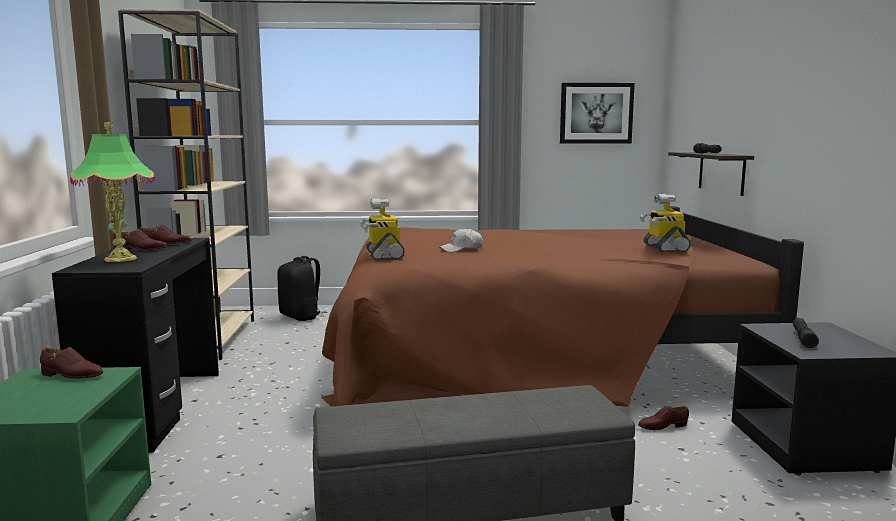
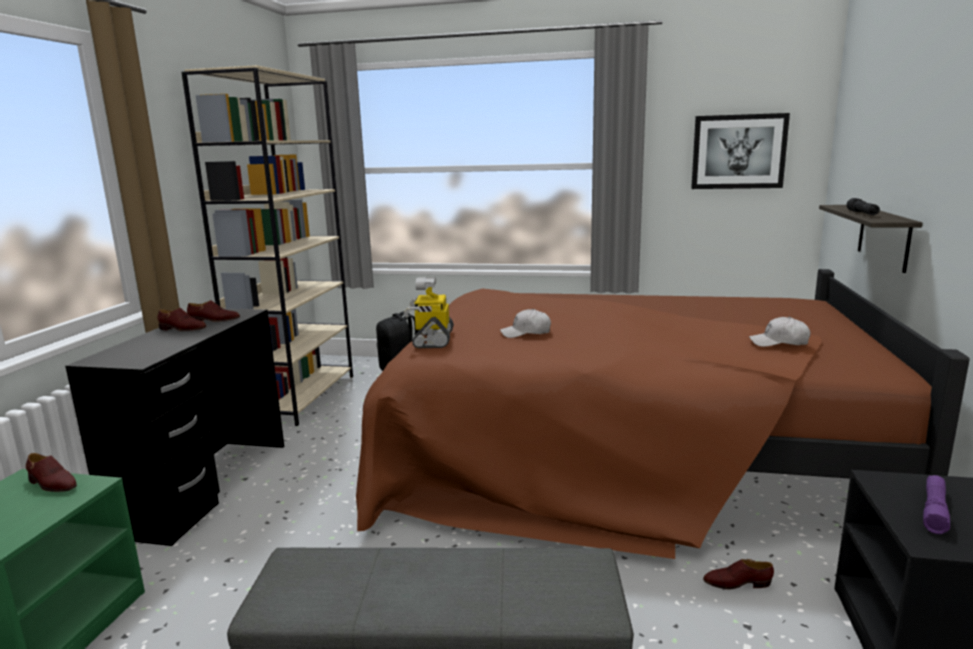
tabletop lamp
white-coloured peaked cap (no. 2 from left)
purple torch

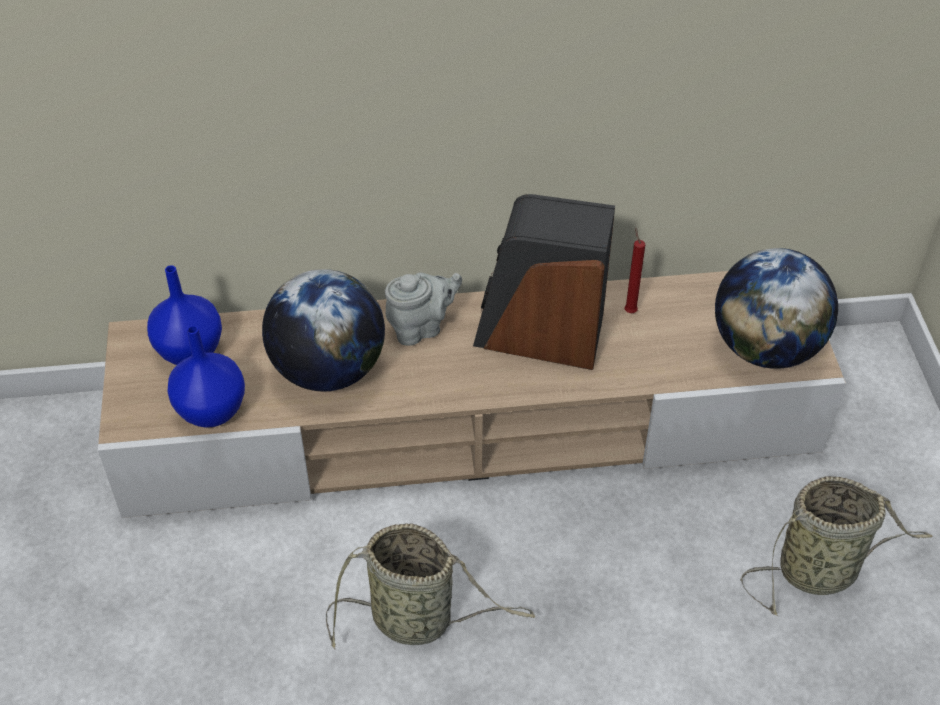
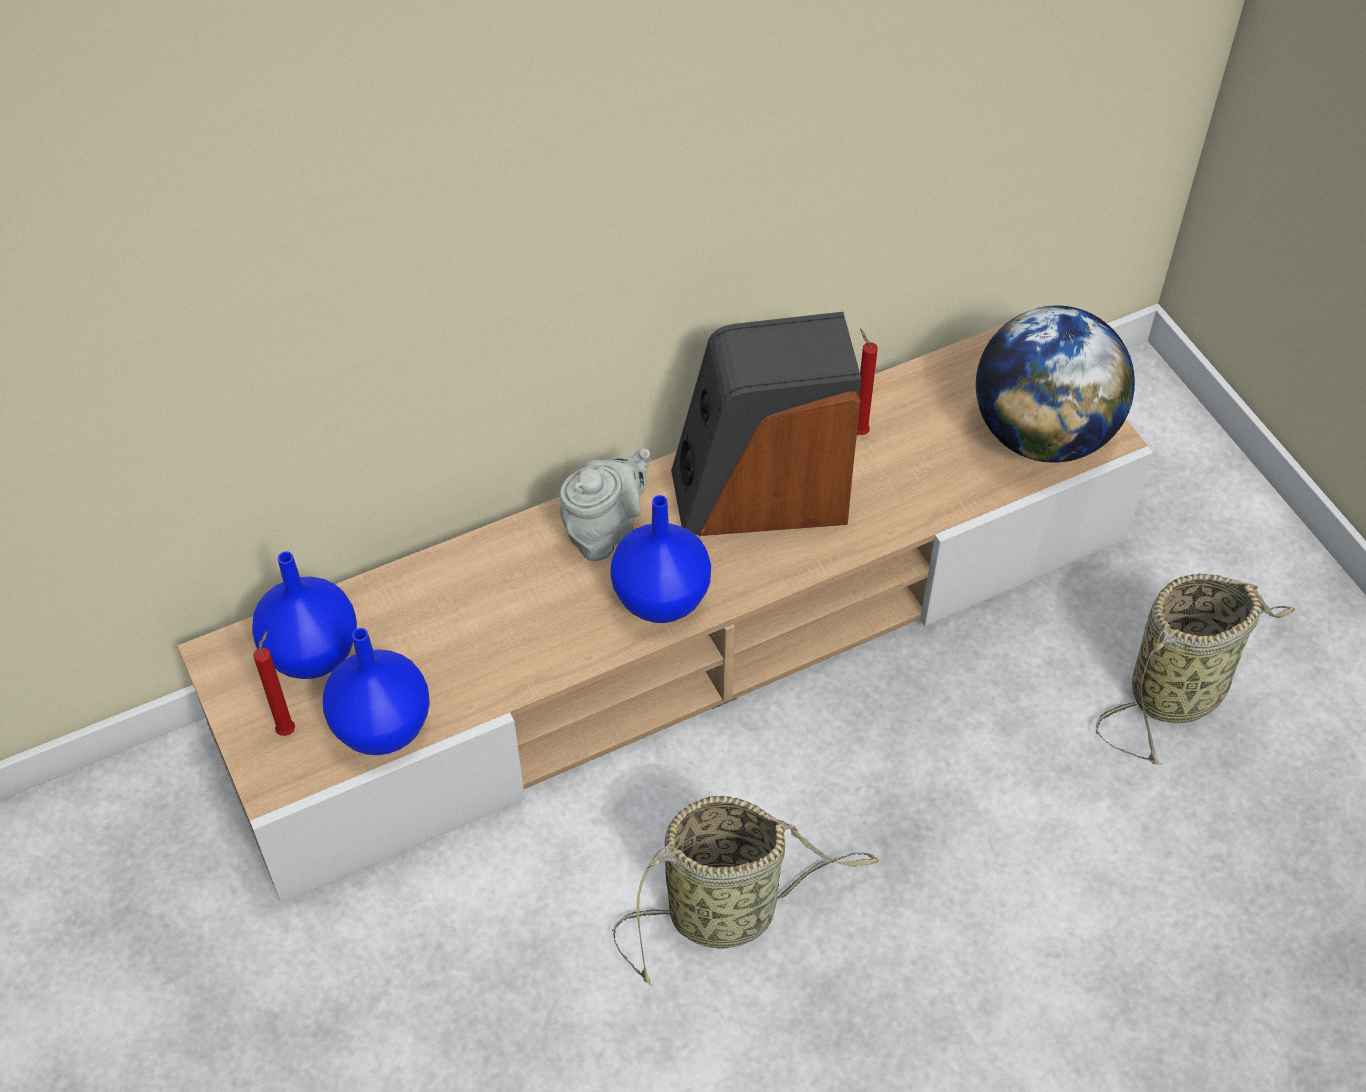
world globe (no. 1 from left in the first image)
reddish wax candle (no. 1 from left)
blue-coloured decorative vase (no. 3 from left)

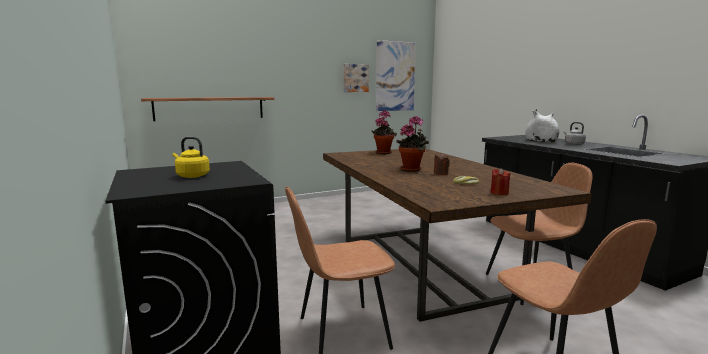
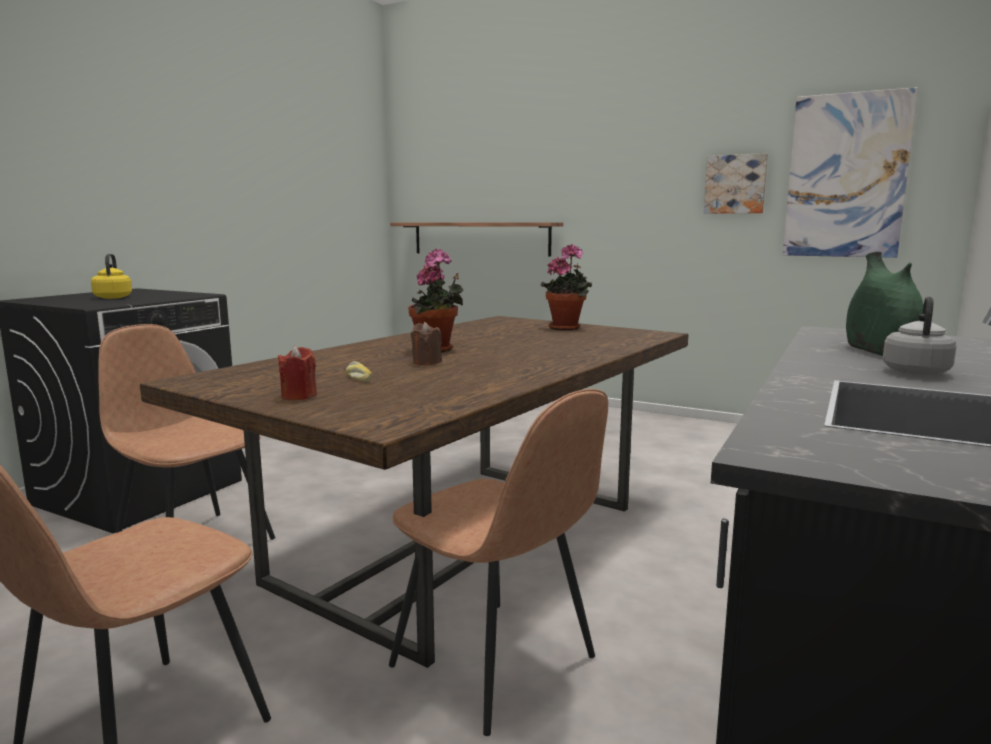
green decorative vase

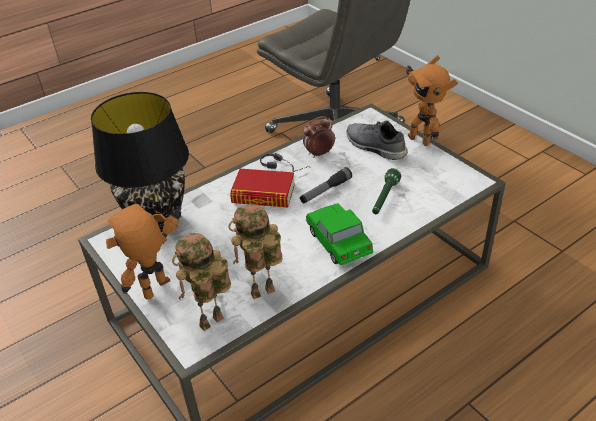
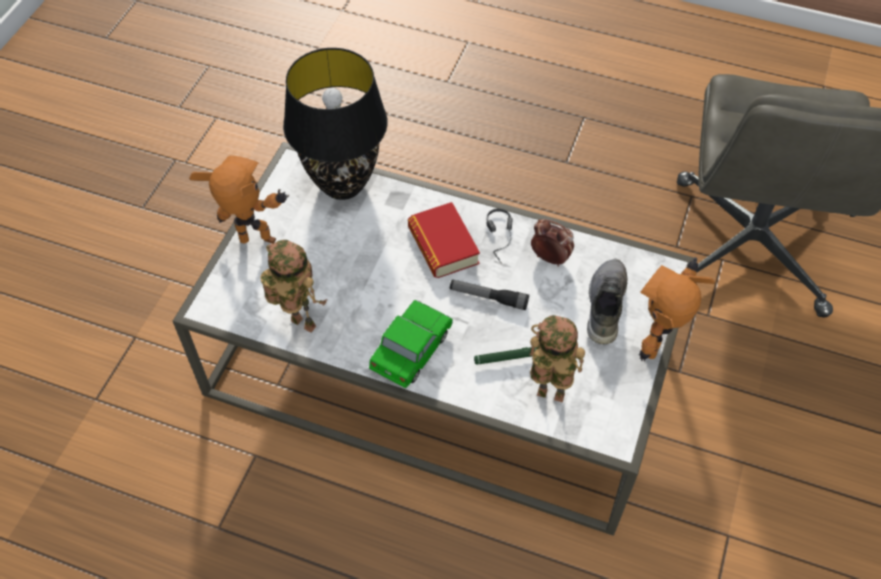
model robot (no. 3 from left)

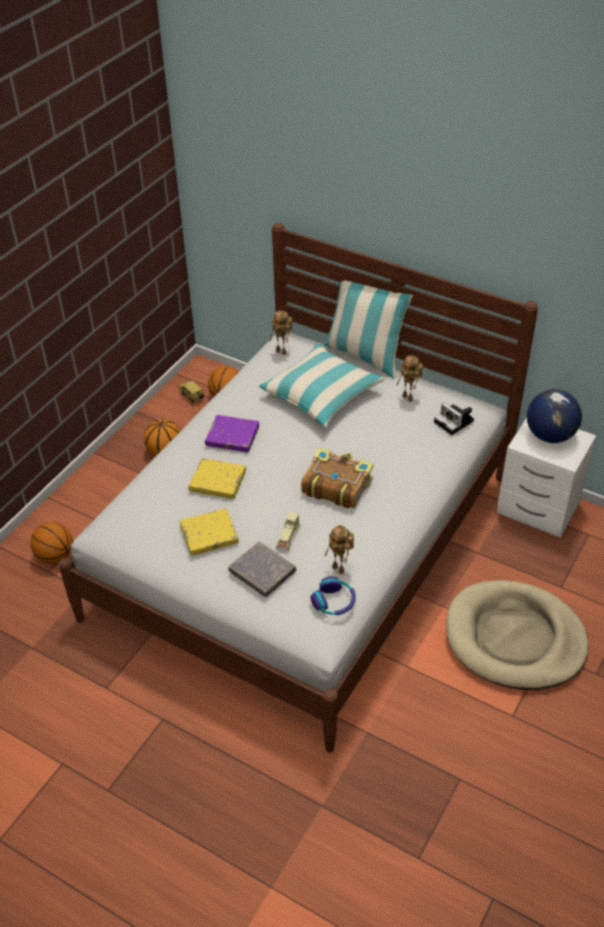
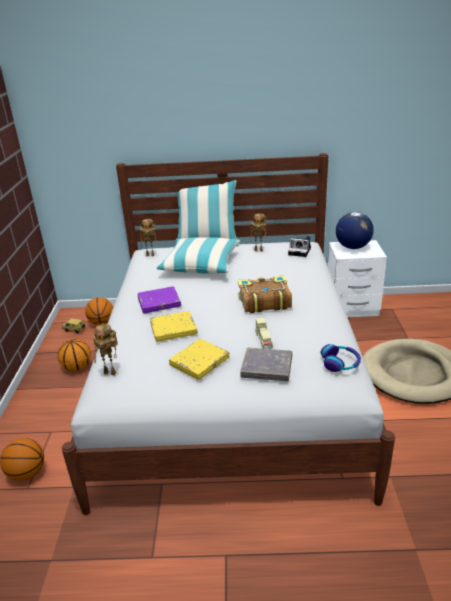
model robot (no. 1 from left)

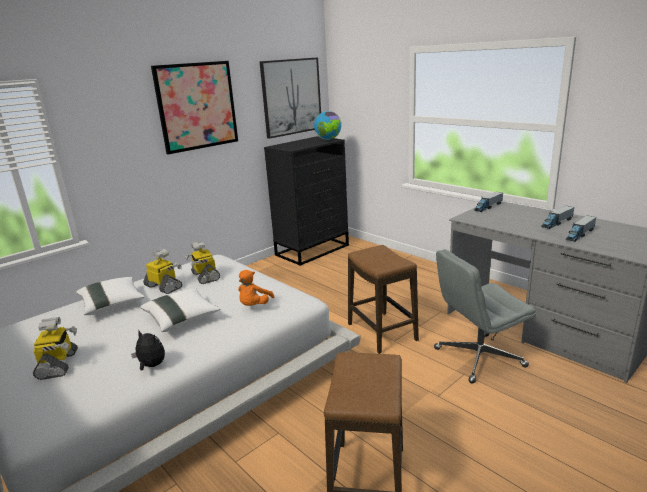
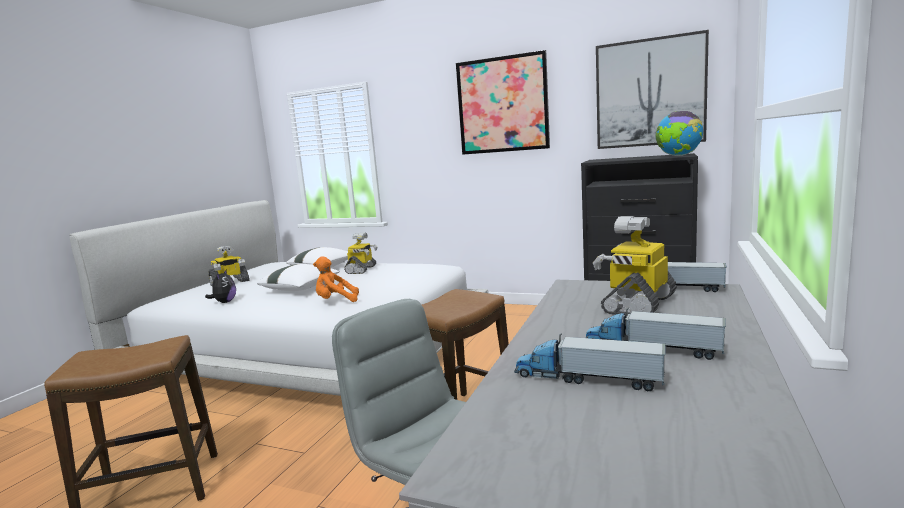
model robot (no. 3 from left)

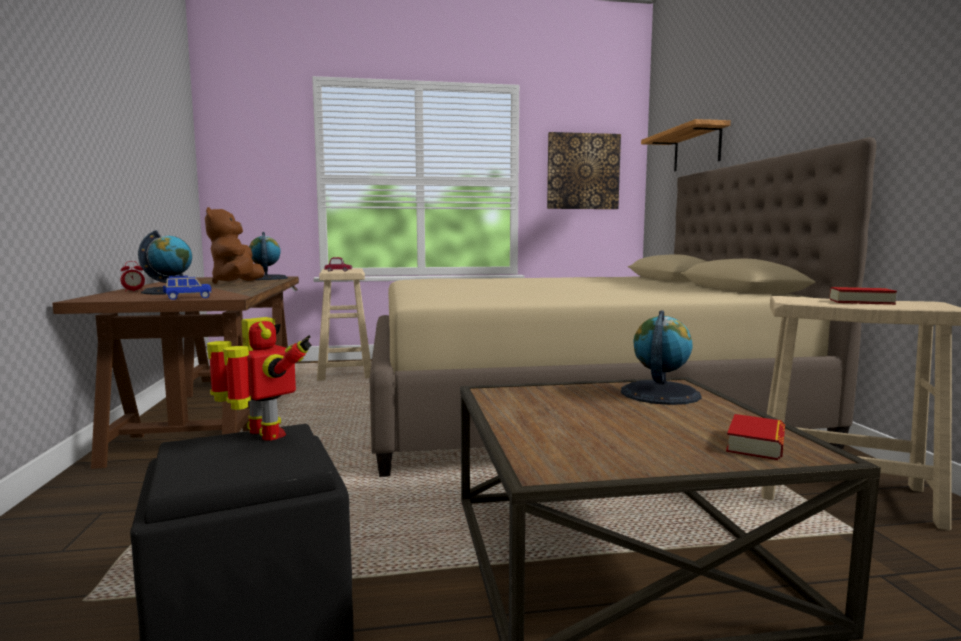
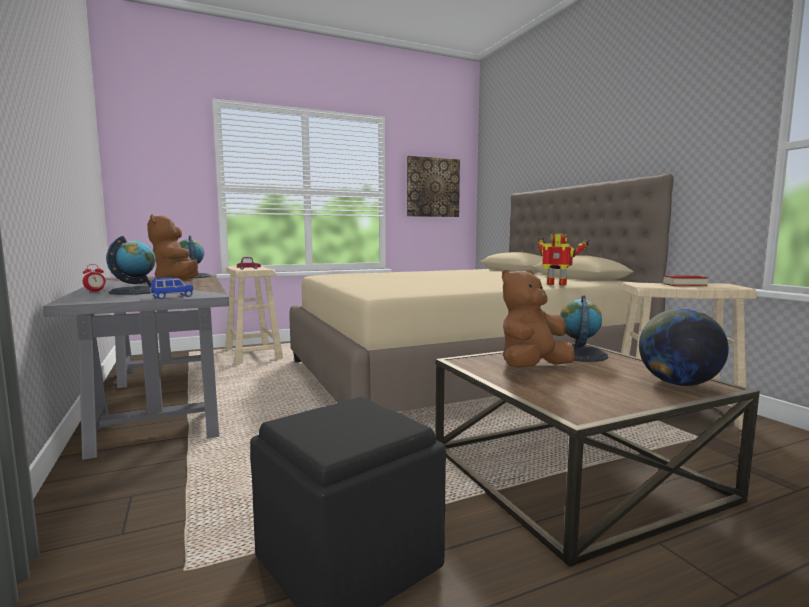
greyish desk
model robot
bracket shelf
world globe (no. 4 from left)
brownish soft toy (no. 2 from left)

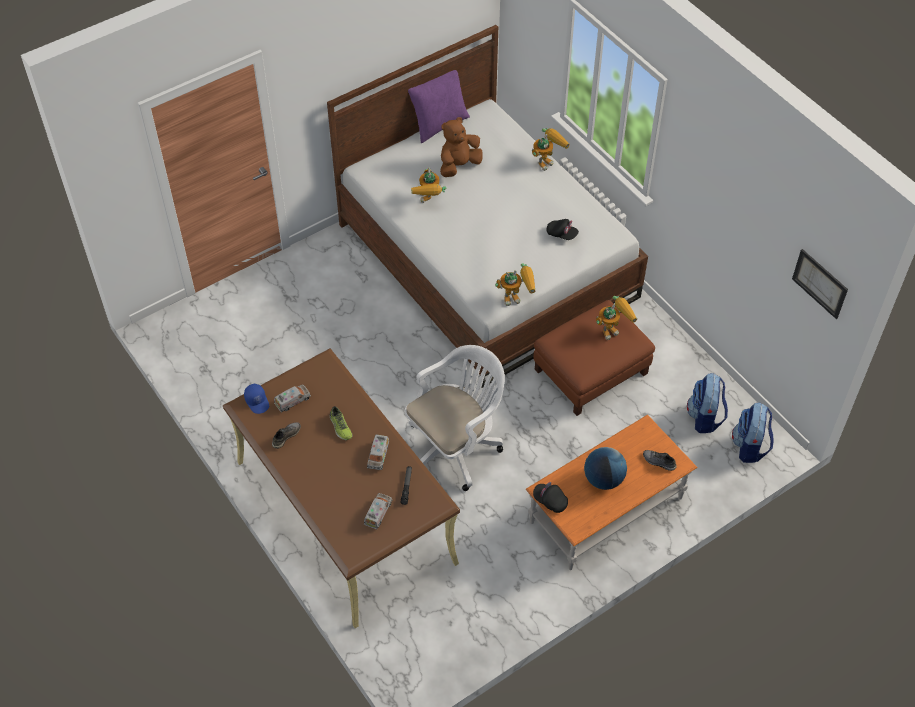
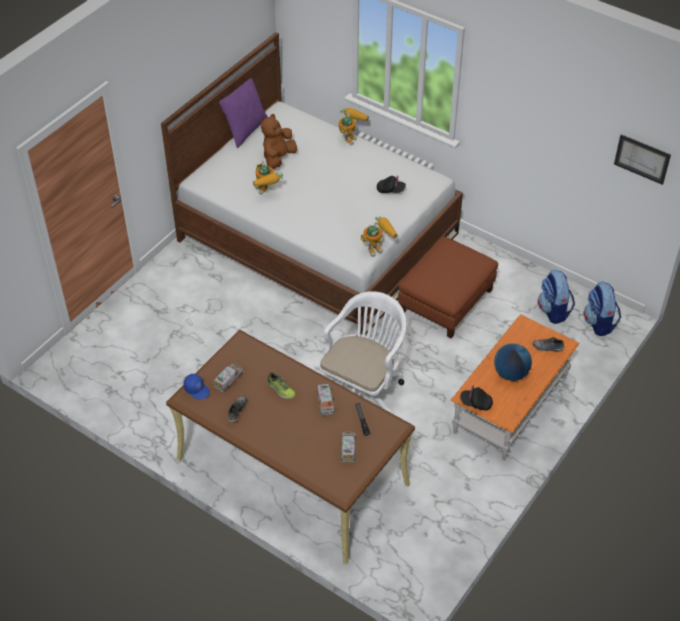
model robot (no. 4 from left in the first image)

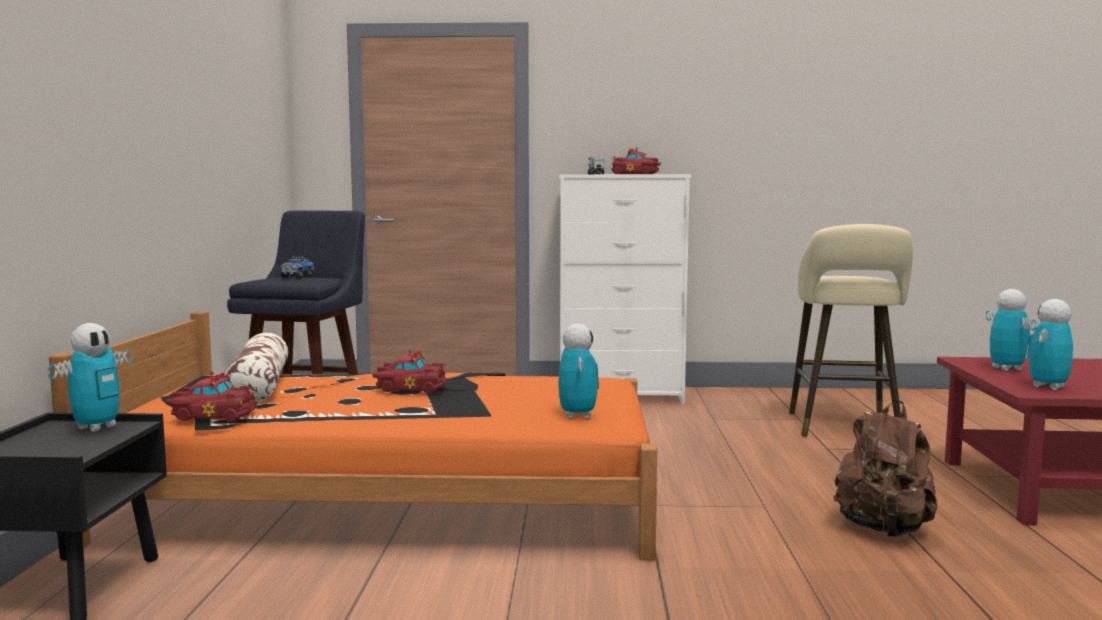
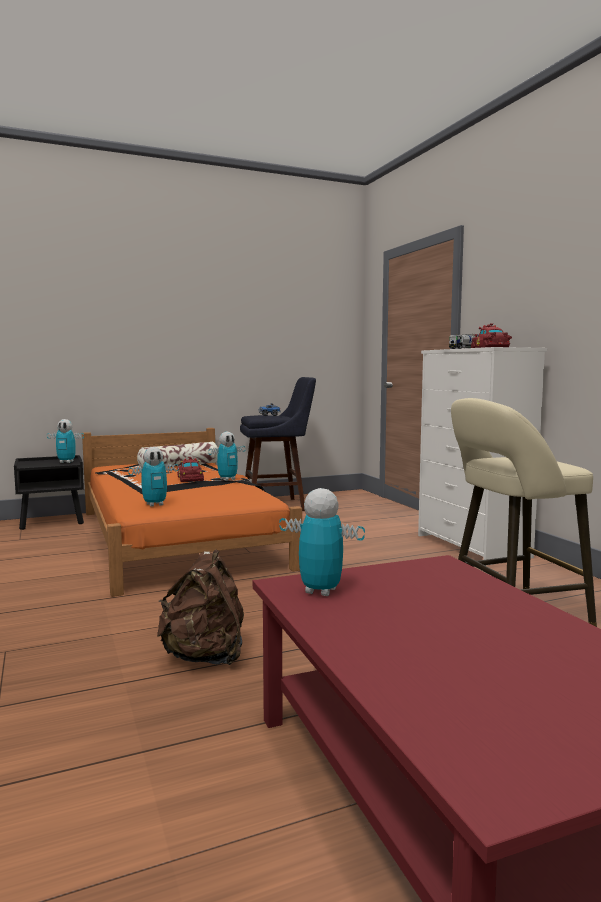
reddish miniature car (no. 1 from left in the first image)
model robot (no. 3 from left)

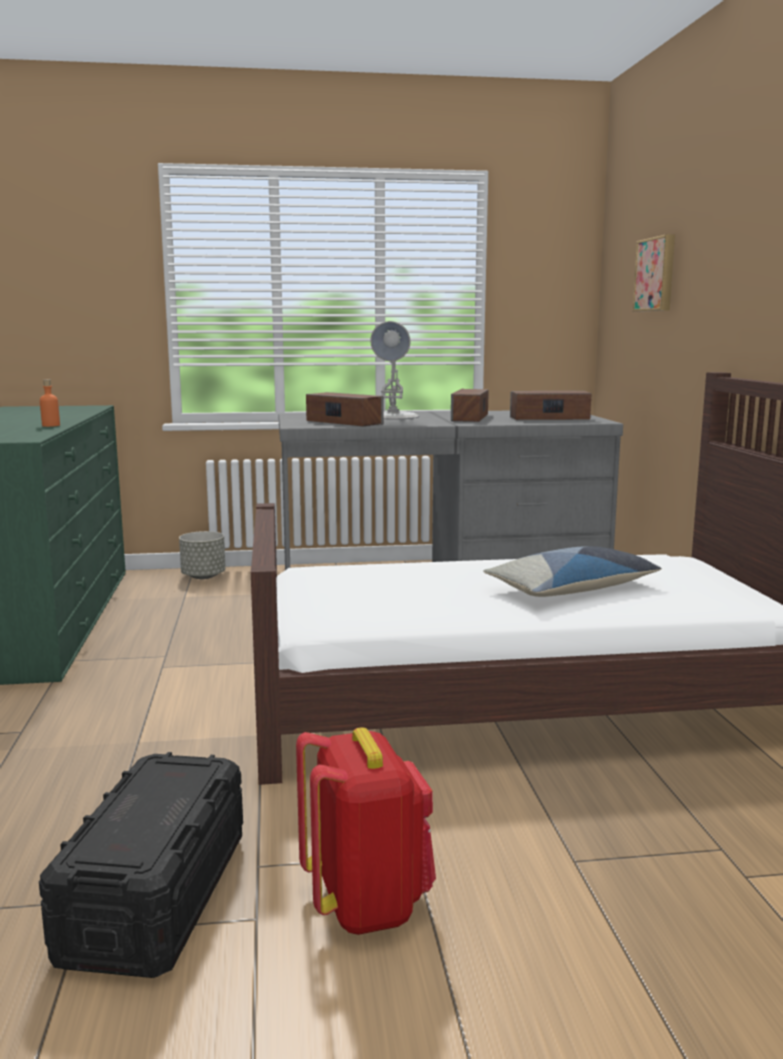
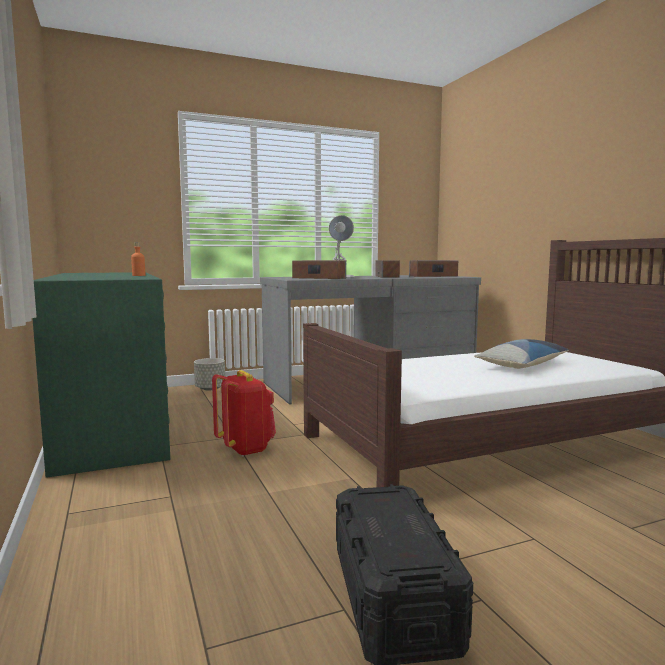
reddish backpack
wall picture

